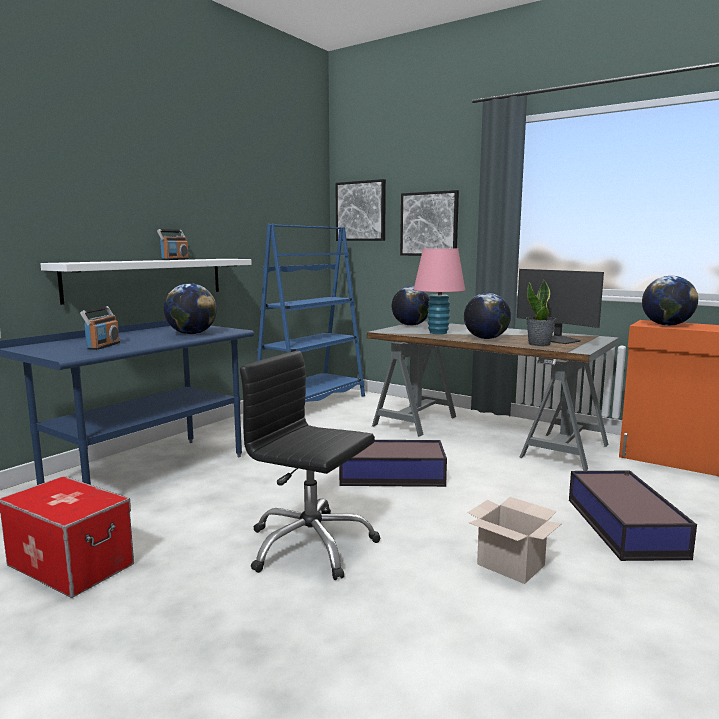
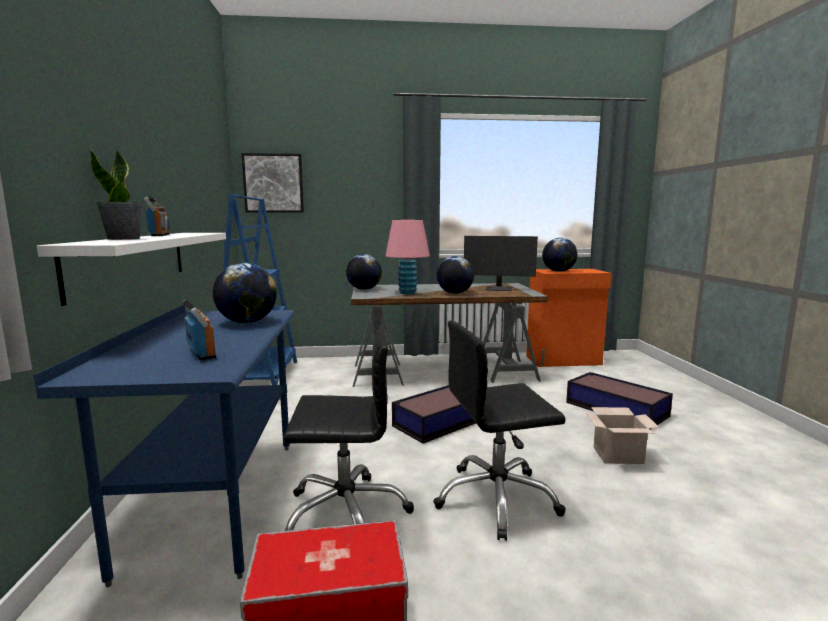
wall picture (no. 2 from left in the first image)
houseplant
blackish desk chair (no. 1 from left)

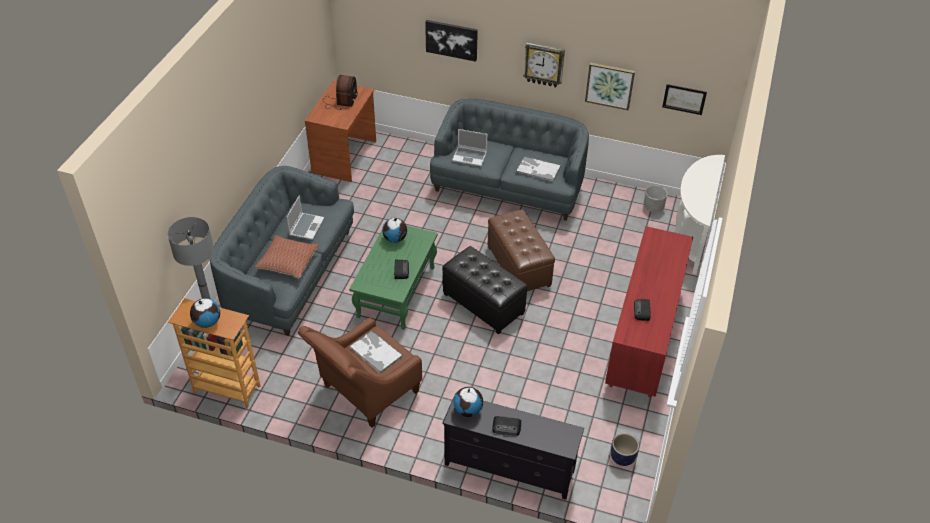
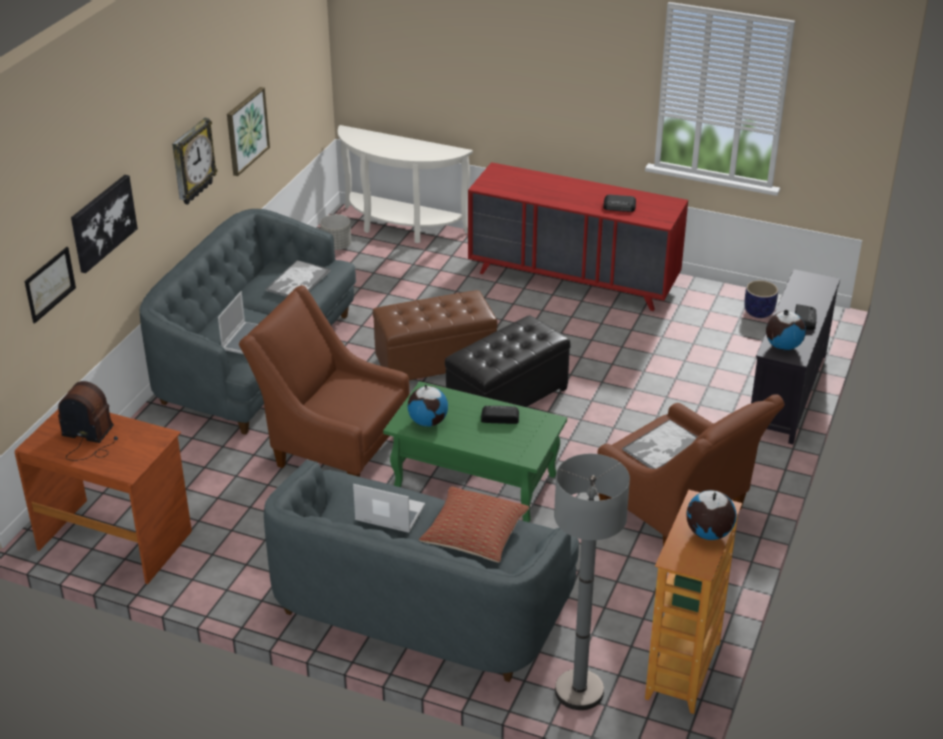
wall picture (no. 1 from left)
brownish easy chair (no. 1 from left)

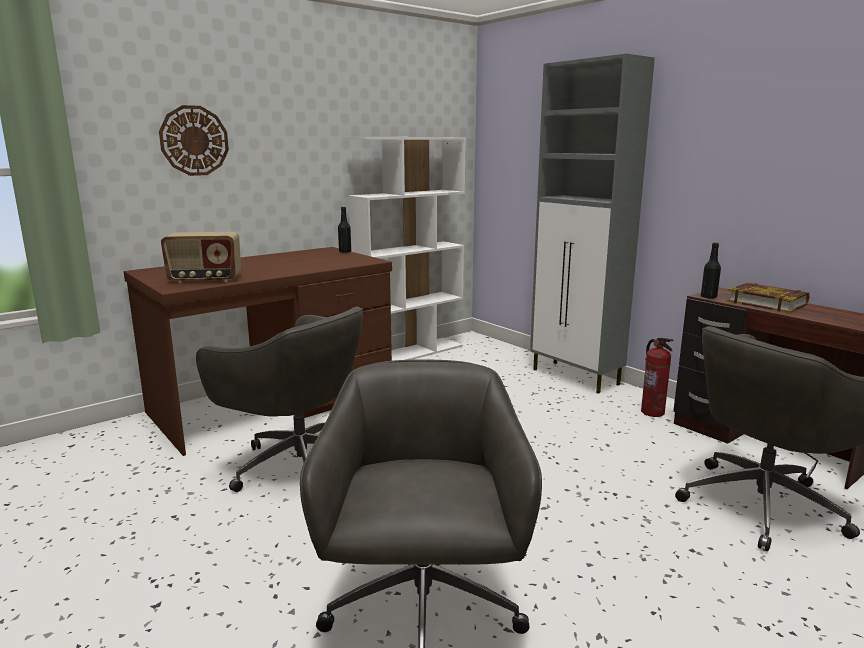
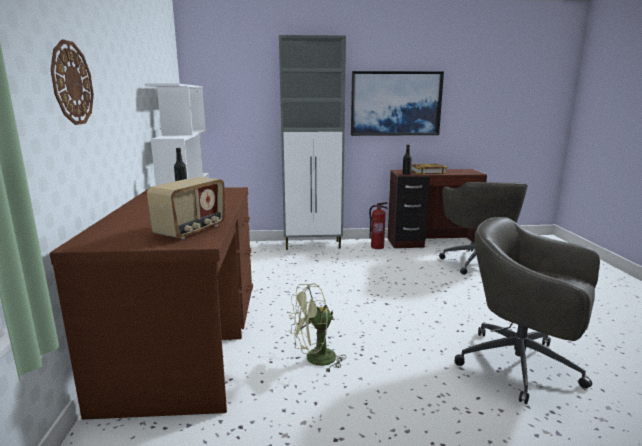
green cooling fan
wall picture

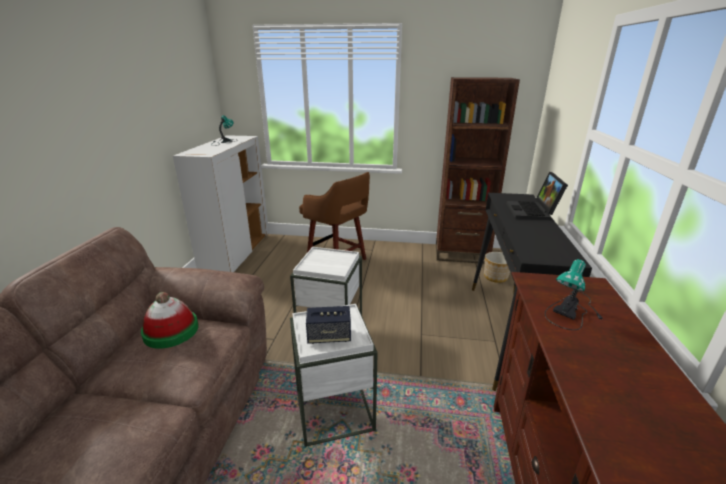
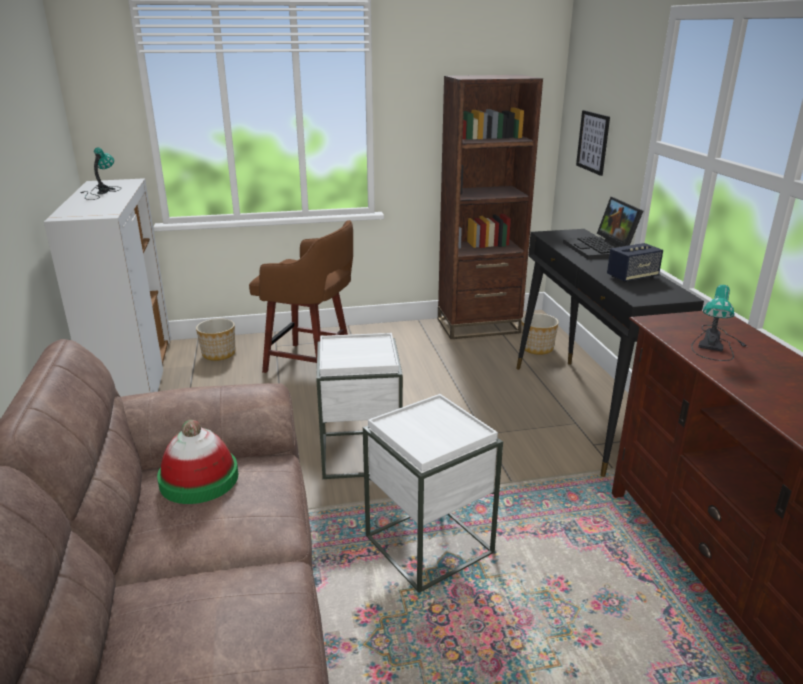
audio speaker
planter (no. 1 from left)
wall picture

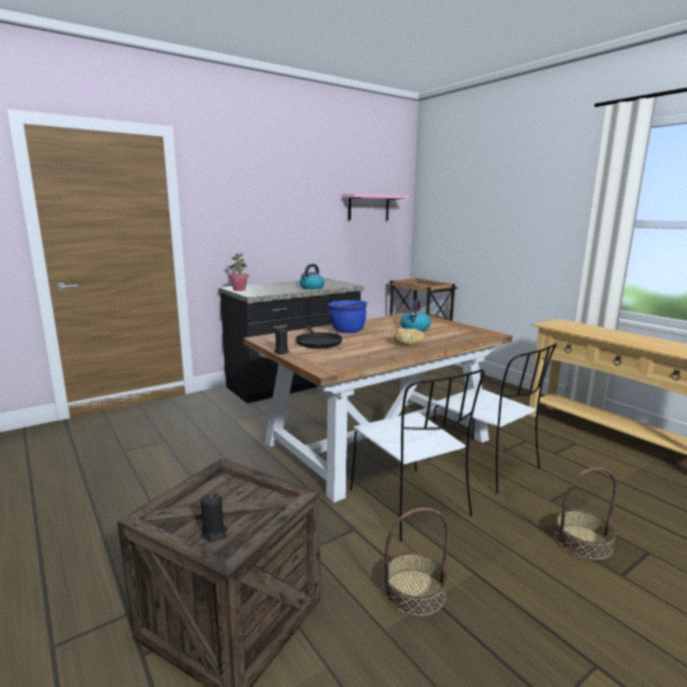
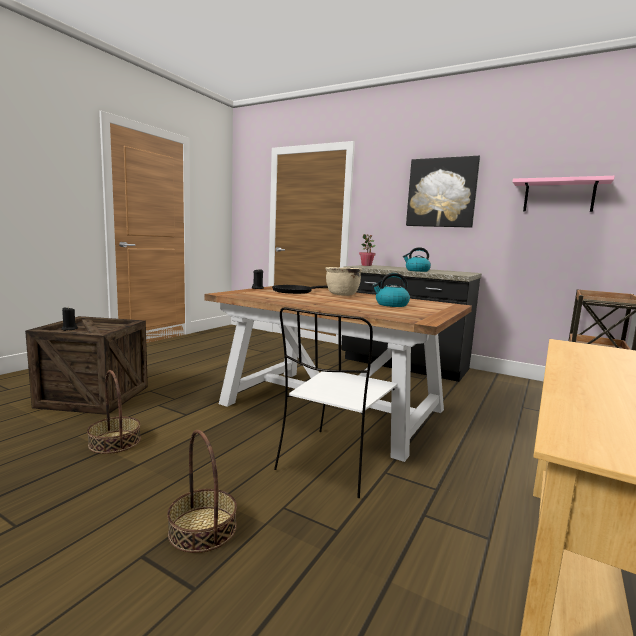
beige cooking pot
white-coloured chair (no. 1 from left in the first image)
bread
wall picture

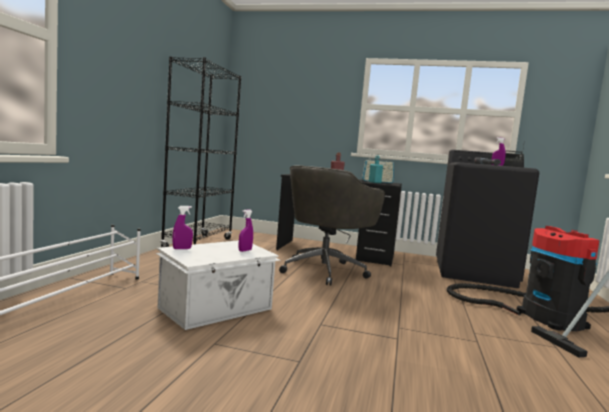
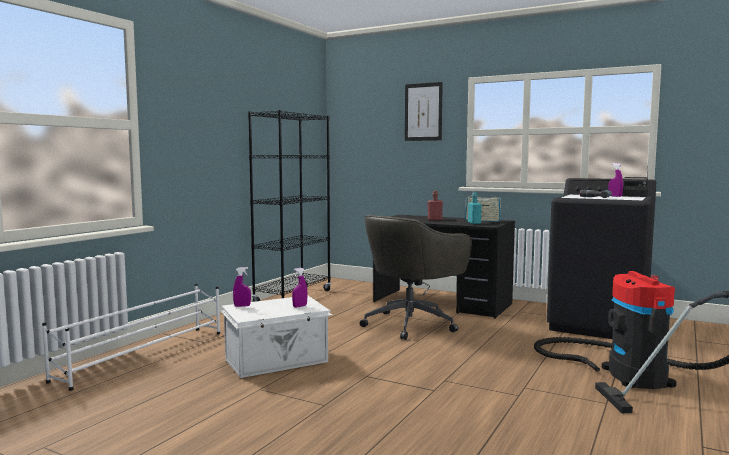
wall picture

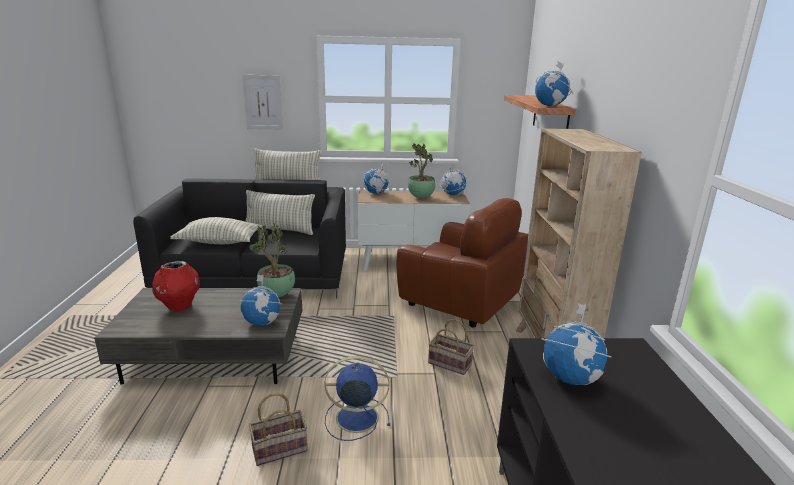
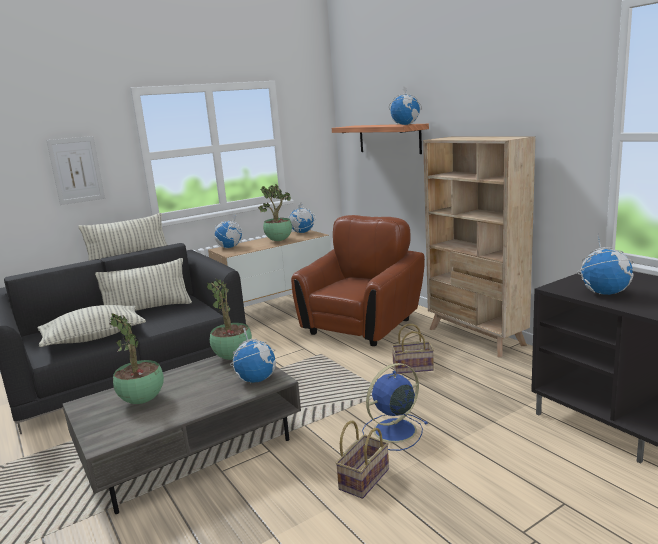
houseplant (no. 1 from left)
brownish easy chair

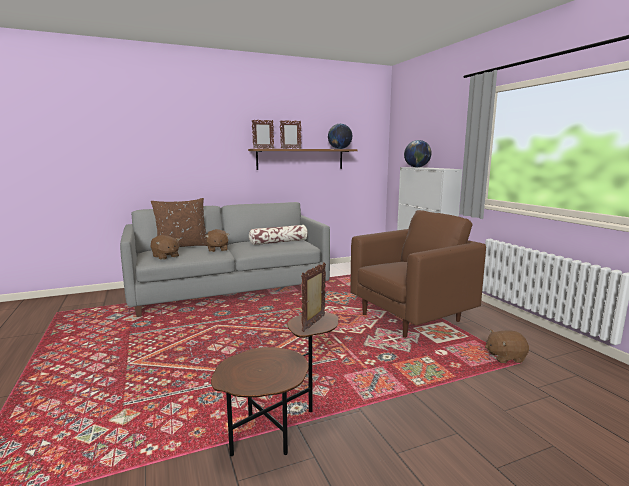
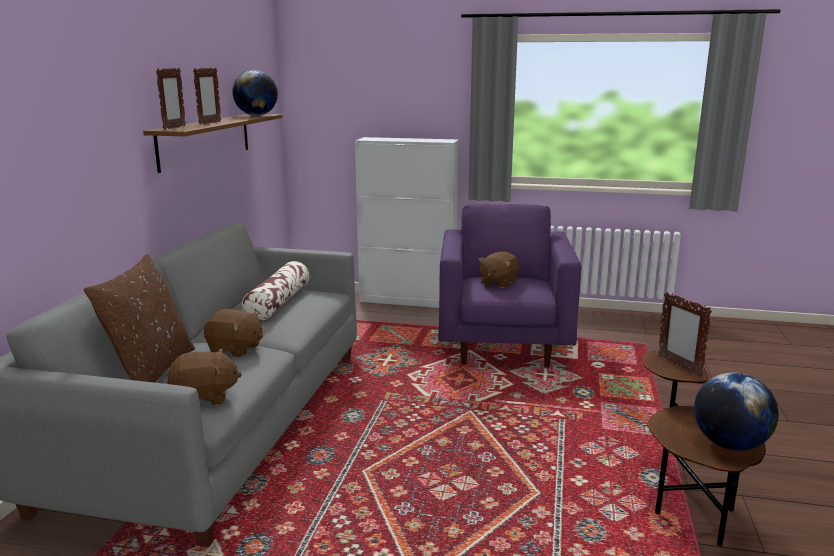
purple easy chair
world globe (no. 2 from left)
brownish soft toy (no. 3 from left)

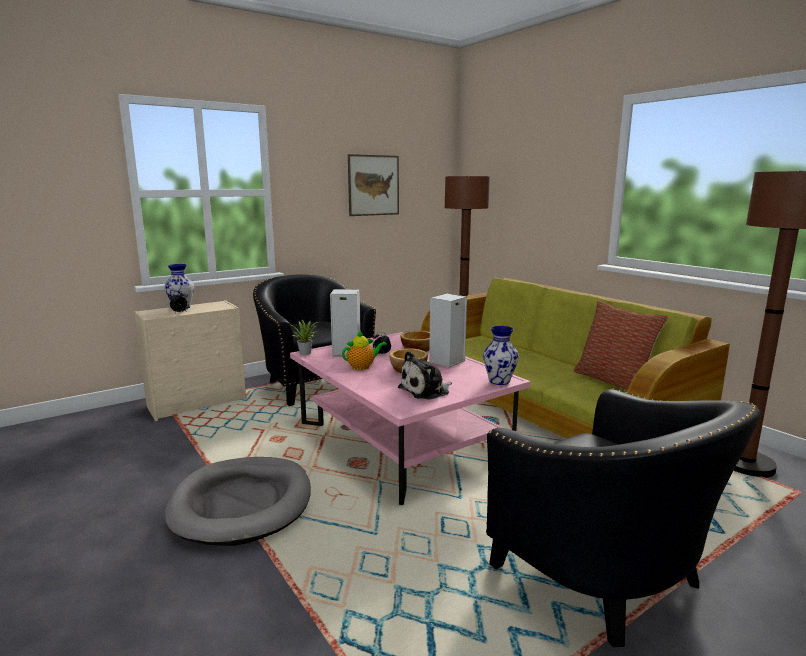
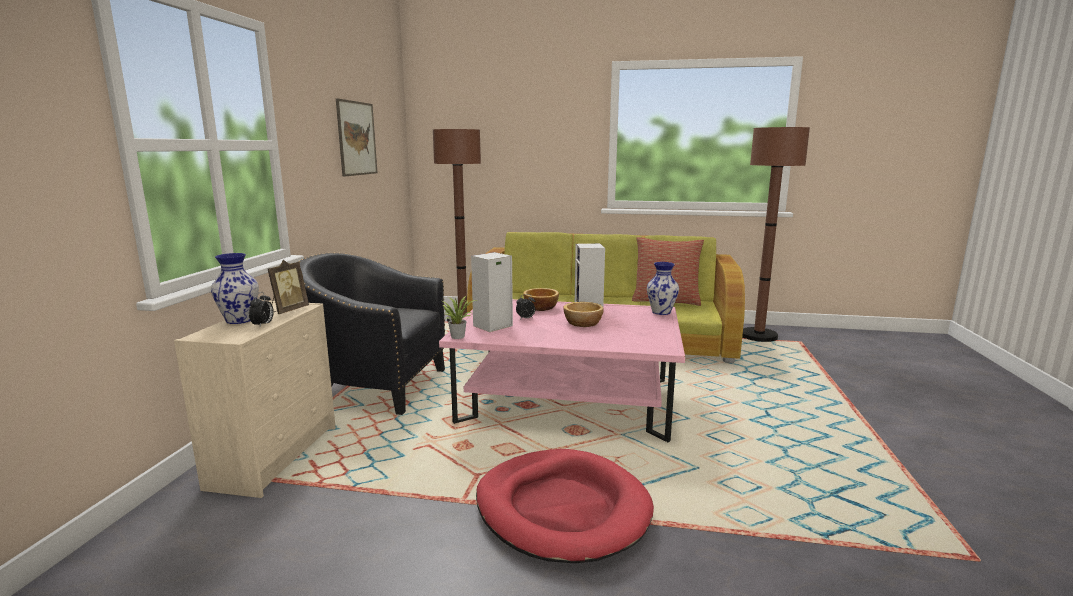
reddish pet bed
pot for tea
soft toy
blackish easy chair (no. 2 from left in the first image)
photo frame

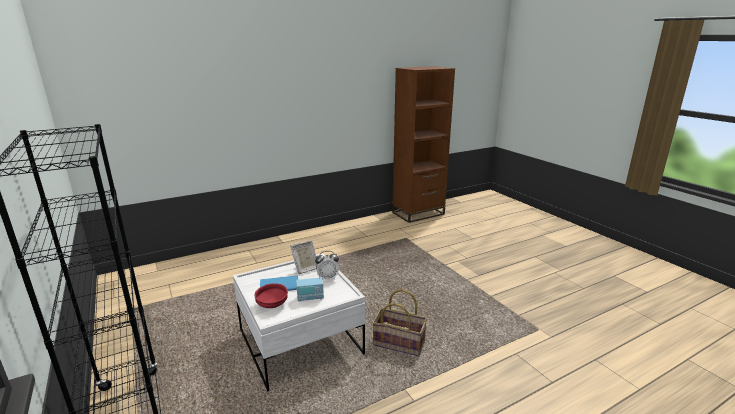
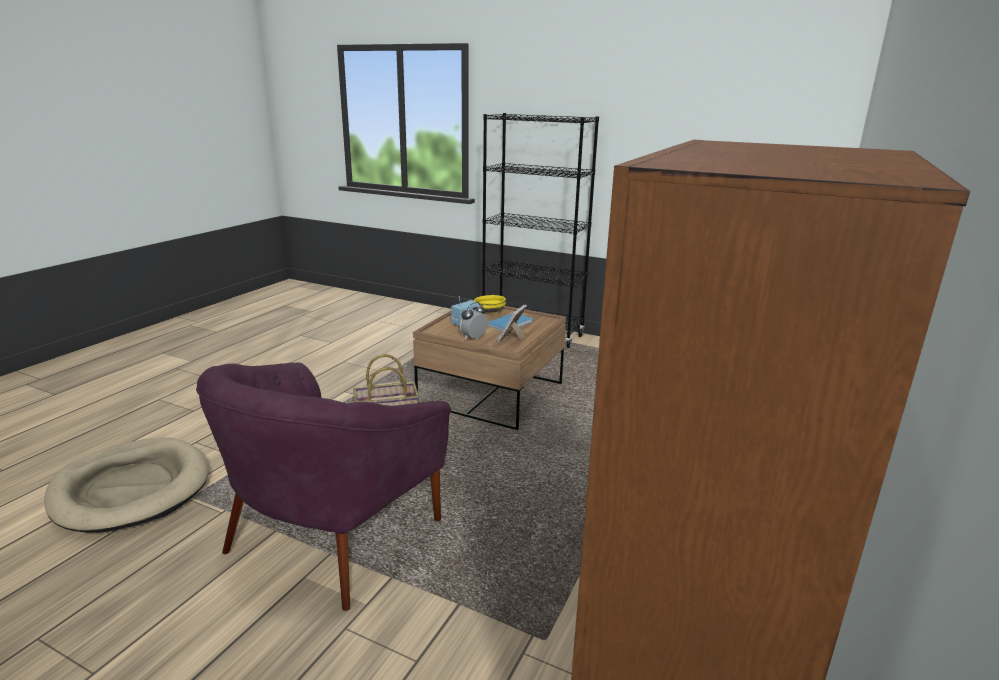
brownish coffee table
yellow-coloured deep dish
beige pet bed
purple easy chair

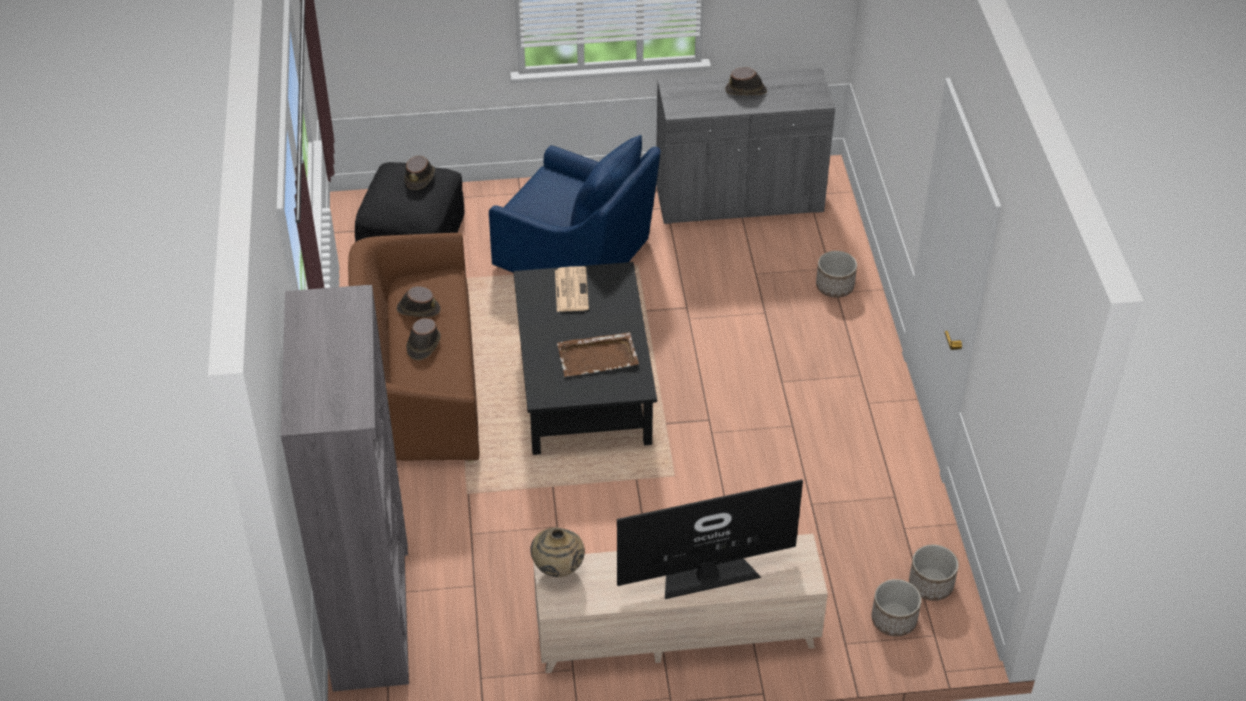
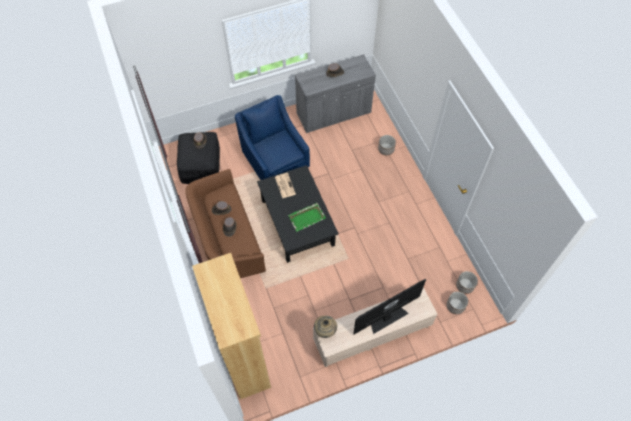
brownish bookshelf
blue-coloured easy chair
green tray

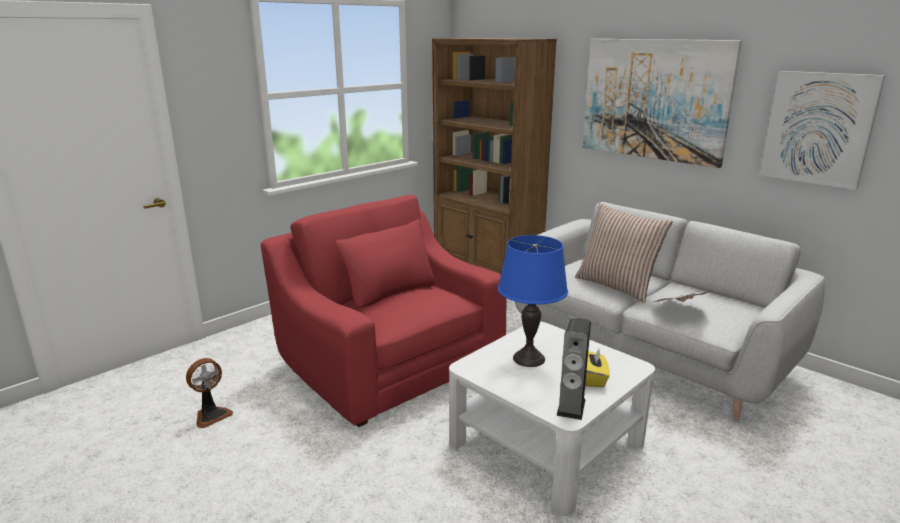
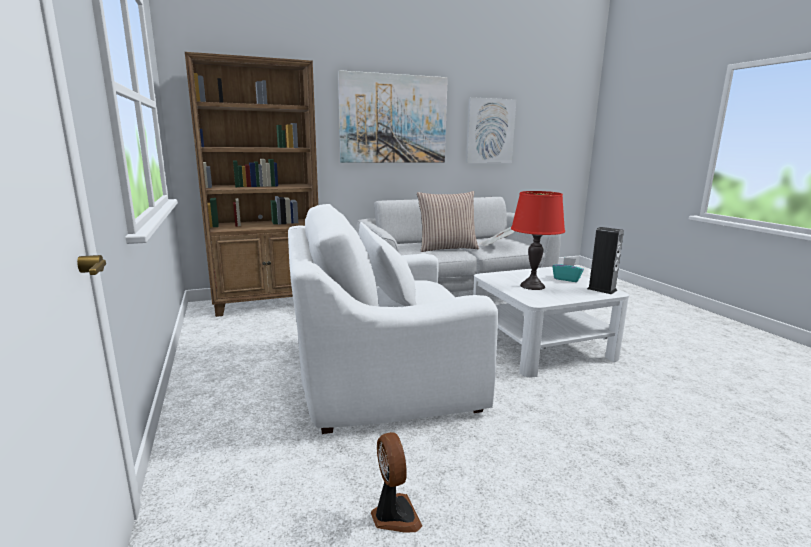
white-coloured easy chair
reddish tabletop lamp
blue-green tissue box

